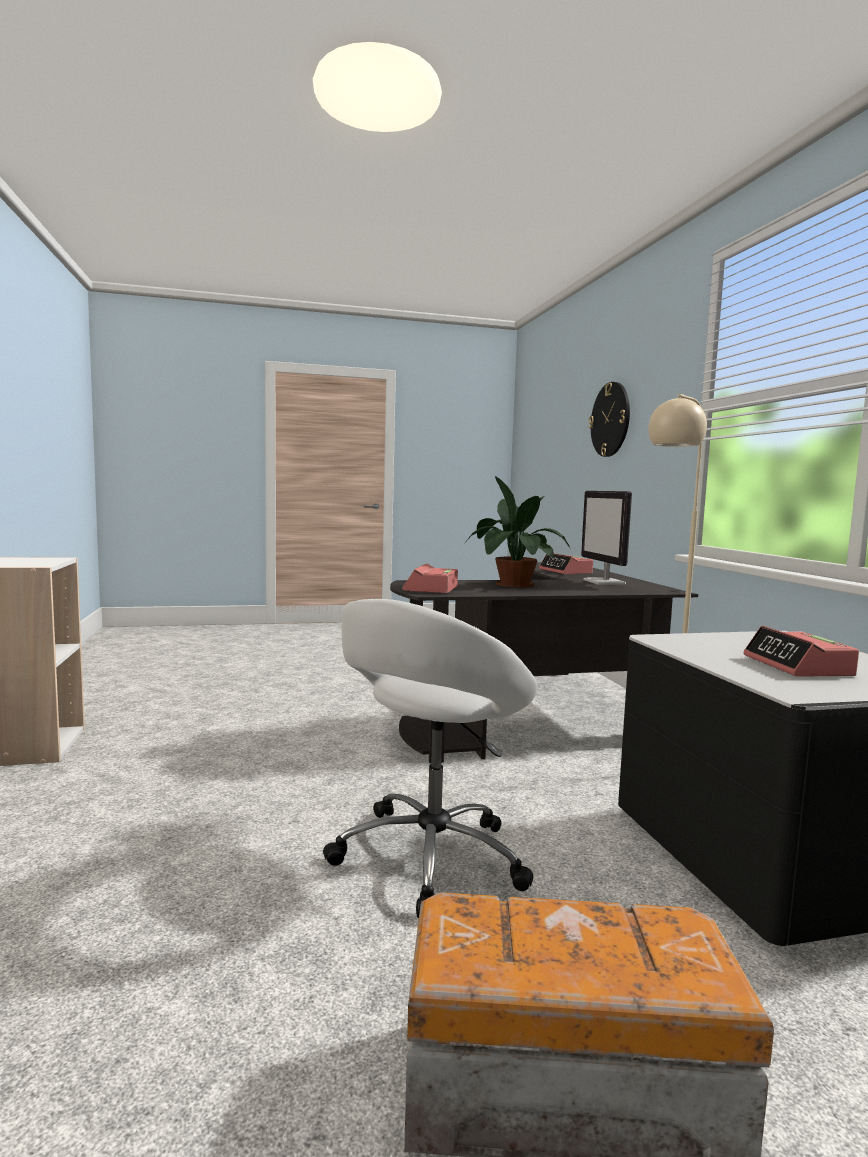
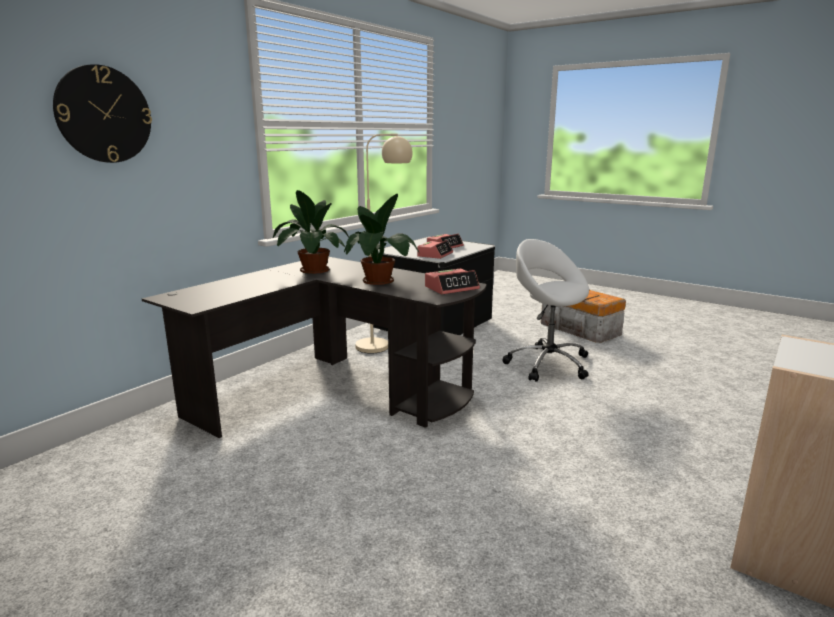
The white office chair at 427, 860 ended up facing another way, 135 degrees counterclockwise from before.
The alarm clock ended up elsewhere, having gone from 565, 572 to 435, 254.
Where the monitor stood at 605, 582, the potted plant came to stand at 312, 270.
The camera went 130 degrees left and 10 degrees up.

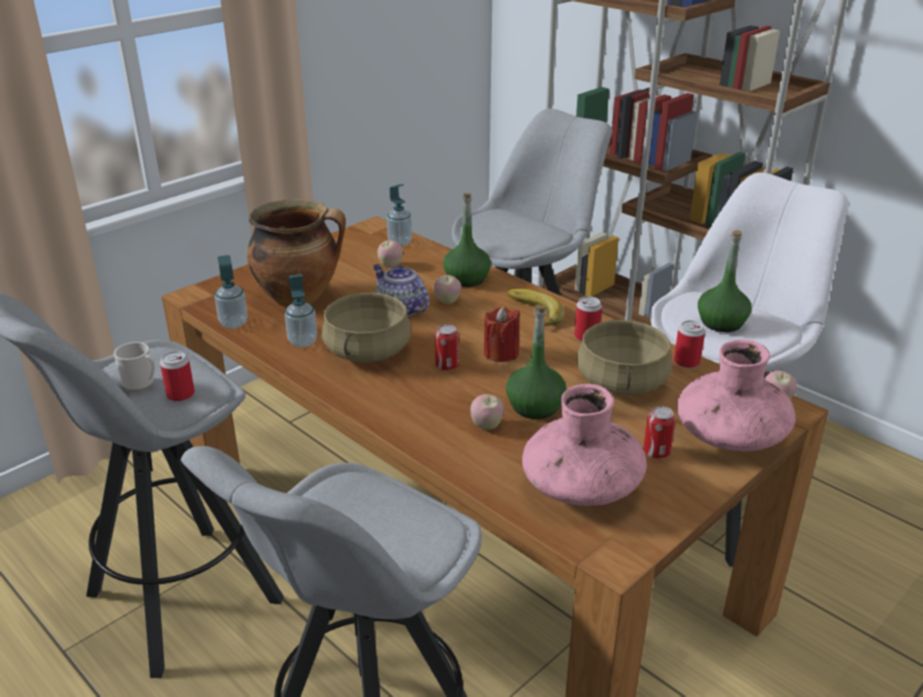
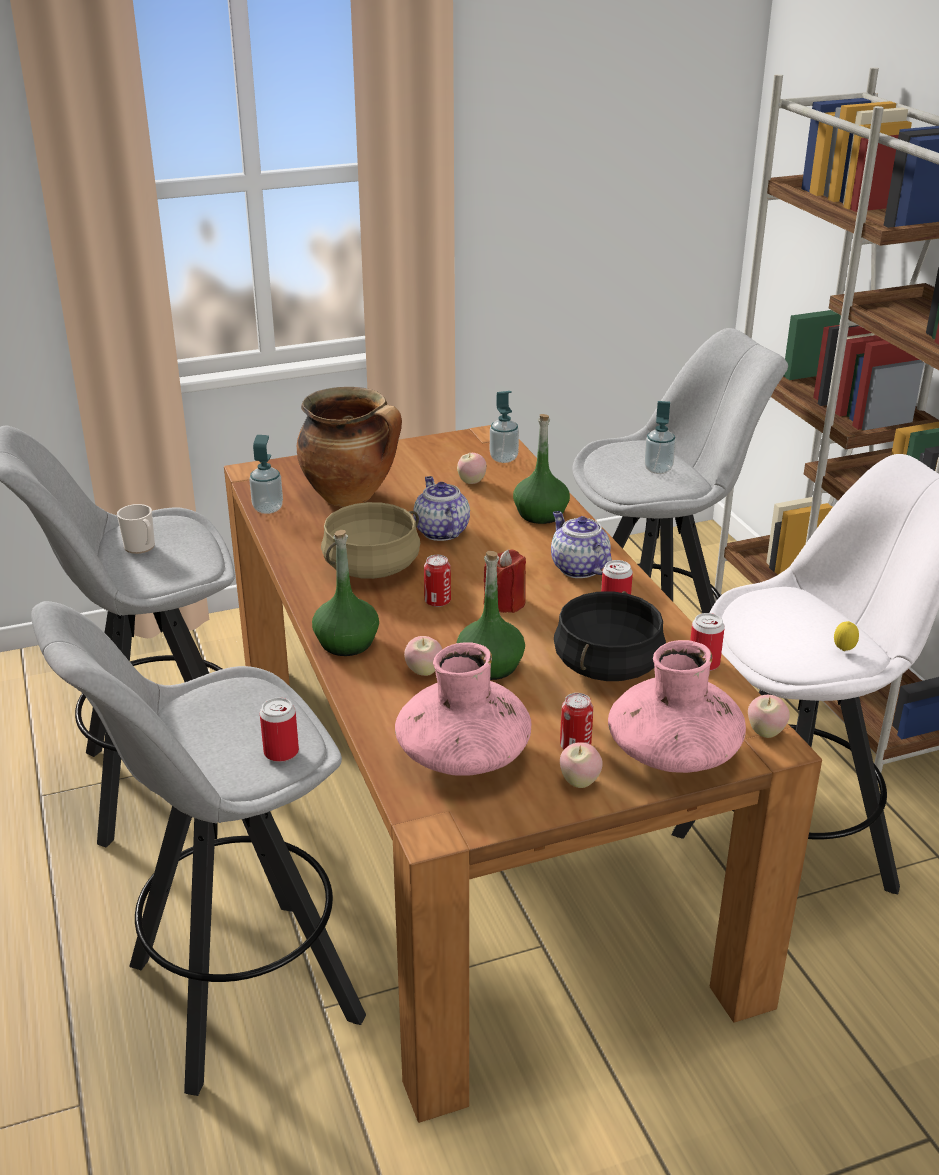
The can ended up elsewhere, having gone from 181, 395 to 281, 752.
The soap dispenser ended up elsewhere, having gone from 303, 341 to 658, 469.
The apple ended up elsewhere, having gone from 447, 301 to 579, 782.
Where the banana stood at 532, 313, the teapot came to stand at 578, 568.
What was the beige cooking pot at 620, 382 turned into the black cooking pot at 607, 665.
The green bottle ended up elsewhere, having gone from 721, 323 to 346, 643.
The second view gained the lemon at 843, 650.
The camera went 25 degrees right and 0 degrees up.

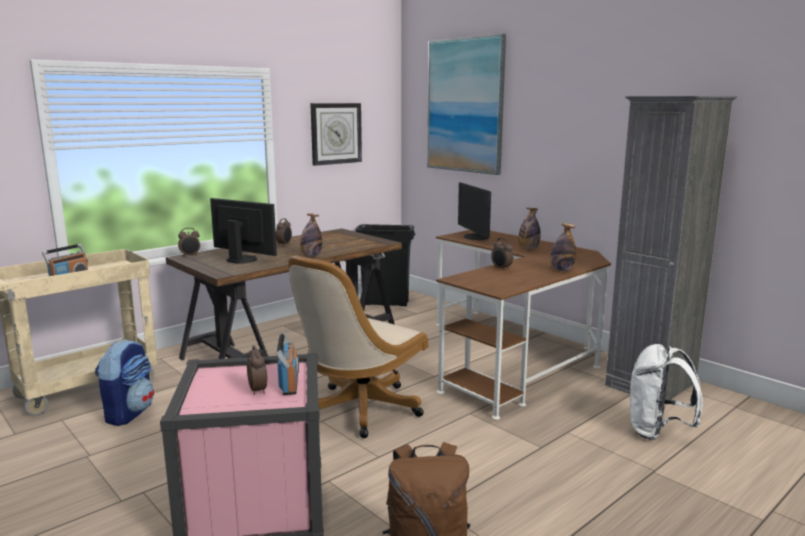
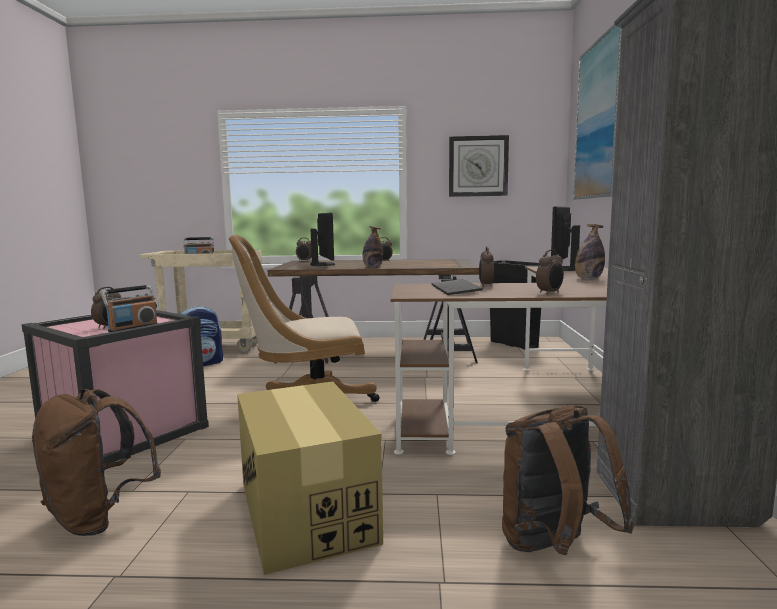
Where the bottle stood at 561, 270, the alarm clock came to stand at 550, 293.
What was the white backpack at 657, 432 turned into the brown backpack at 554, 548.
The second view gained the cardboard box at 306, 511.
The second view gained the keyboard at 457, 289.
The camera went 45 degrees right and 5 degrees down.

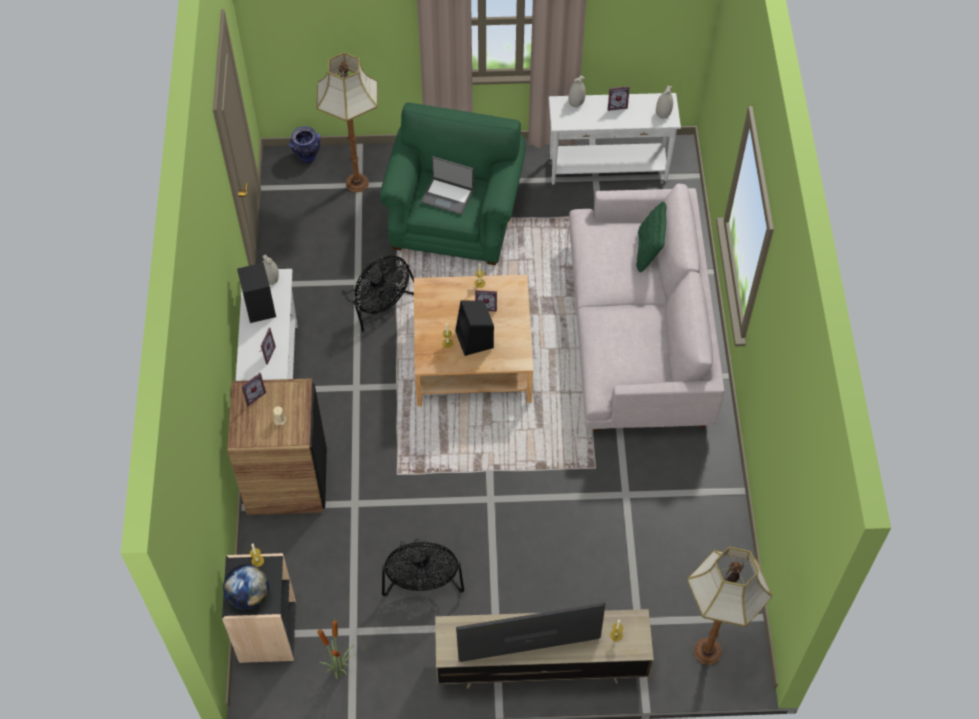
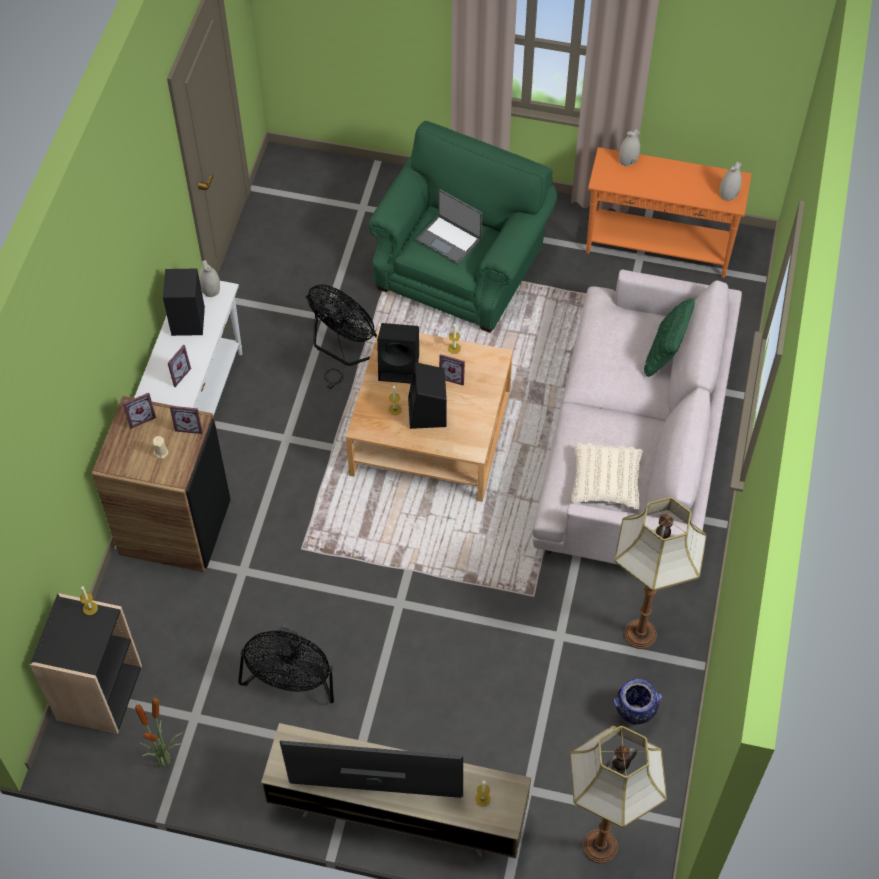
The second view lost the globe at 249, 596.
The vase ended up elsewhere, having gone from 307, 158 to 633, 715.
The floor lamp ended up elsewhere, having gone from 358, 183 to 641, 634.
The black fan at 378, 305 ended up facing another way, 120 degrees counterclockwise from before.
What was the white console table at 609, 168 turned into the orange console table at 659, 249.
The picture frame ended up elsewhere, having gone from 616, 105 to 190, 426.
The second view gained the black speaker at 400, 367.
The second view gained the beige pillow at 606, 481.
The camera went 15 degrees right and 0 degrees up.

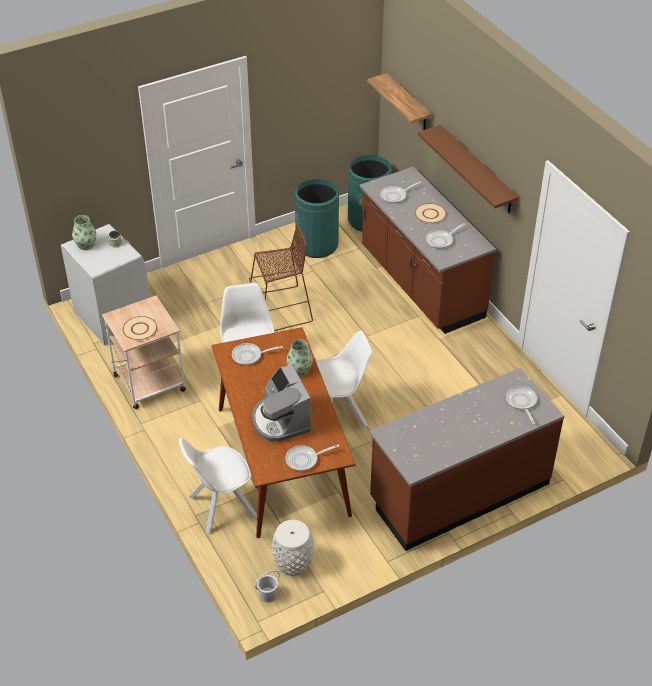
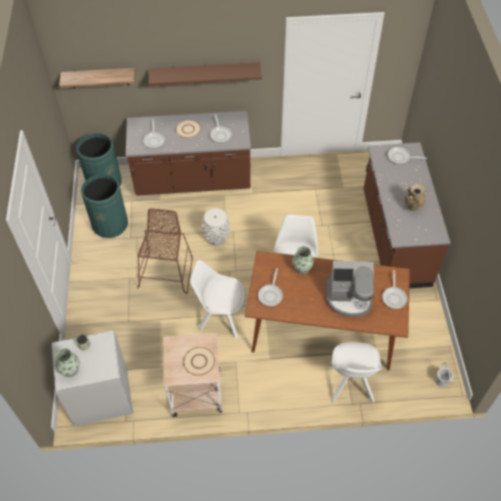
The white stool ended up elsewhere, having gone from 293, 563 to 216, 237.
The second view gained the beige vase at 412, 207.
The camera went 65 degrees left and 10 degrees up.

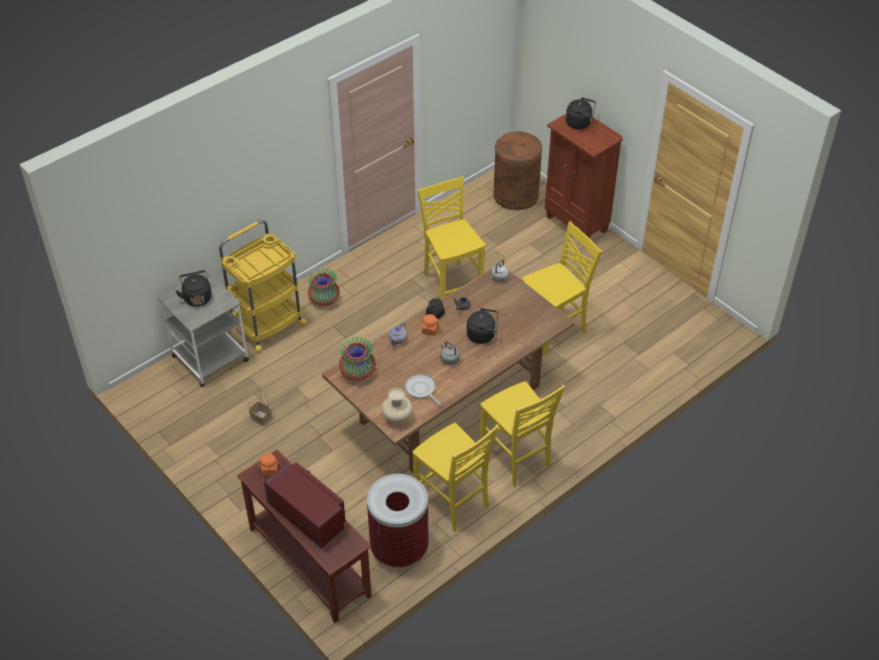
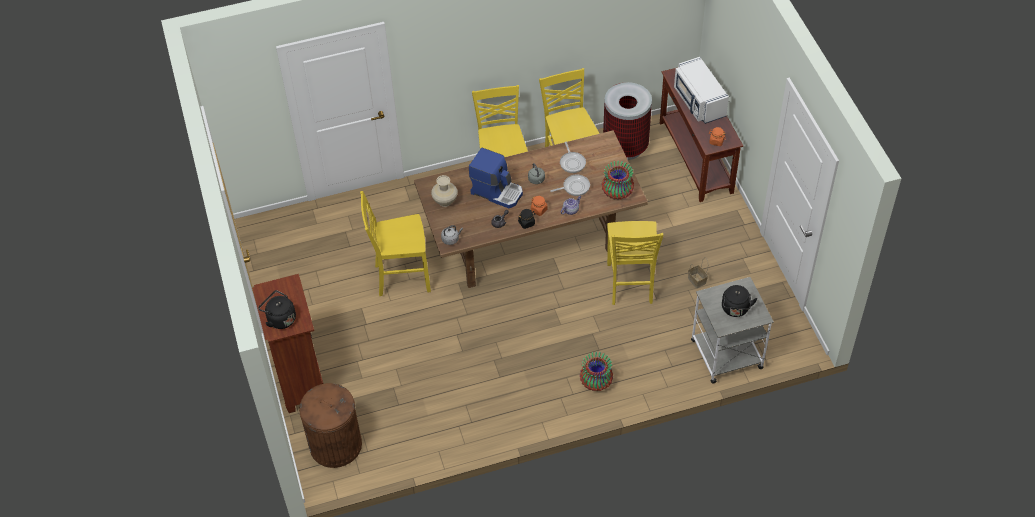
The second view lost the yellow cart at 267, 325.
What was the red microwave at 308, 515 turned into the white microwave at 698, 102.
The beige vase ended up elsewhere, having gone from 397, 418 to 445, 201.
The yellow chair ended up elsewhere, having gone from 451, 283 to 630, 284.
Where the black kettle stood at 482, 335, the coffee machine came to stand at 497, 191.
The second view gained the frying pan at 574, 187.
The camera went 155 degrees left and 5 degrees up.

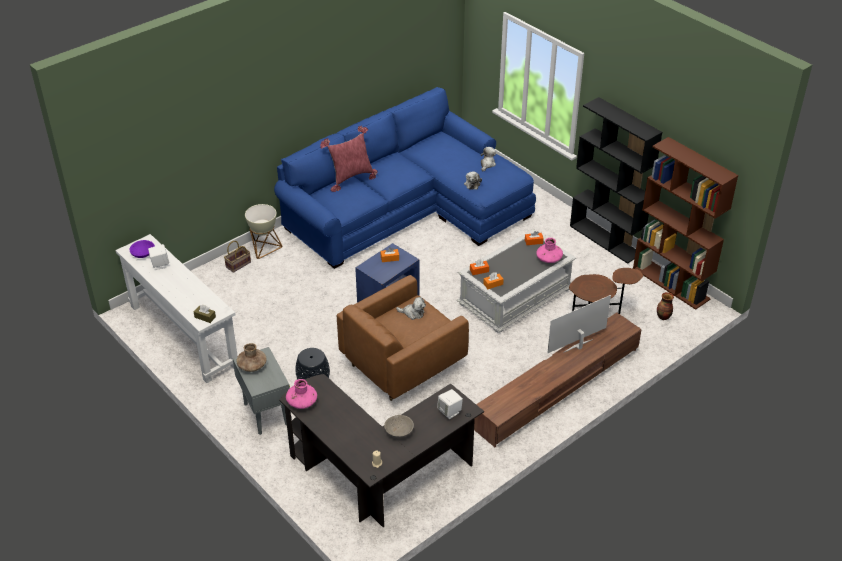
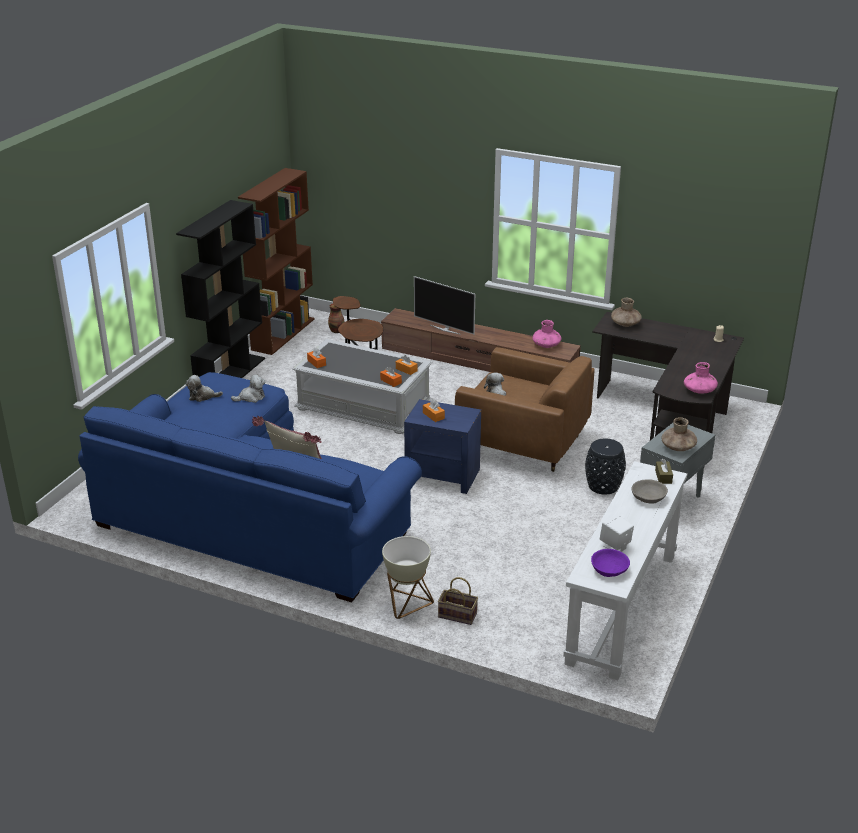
The grey bowl ended up elsewhere, having gone from 399, 431 to 648, 498.
Where the white speaker stood at 450, 412, the brown vase came to stand at 625, 324.
The pink vase ended up elsewhere, having gone from 548, 259 to 546, 345.
The camera went 115 degrees left and 10 degrees down.

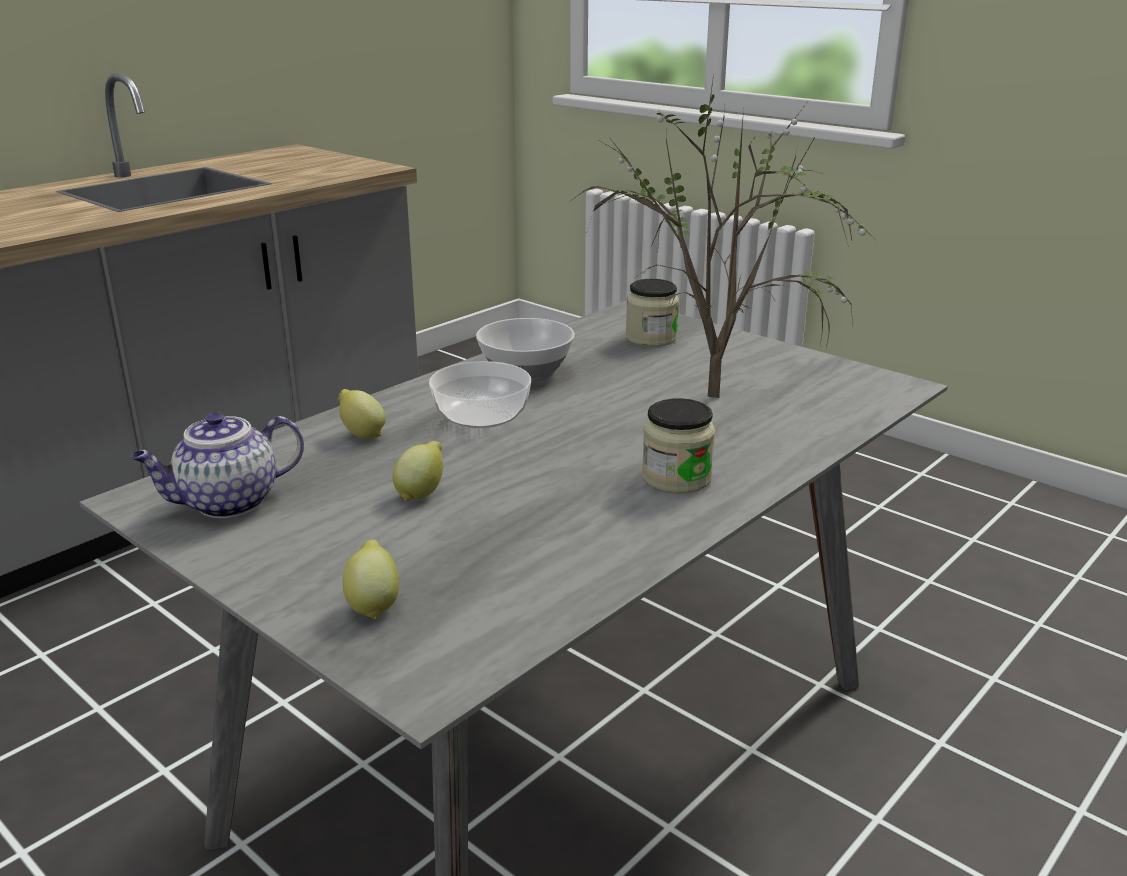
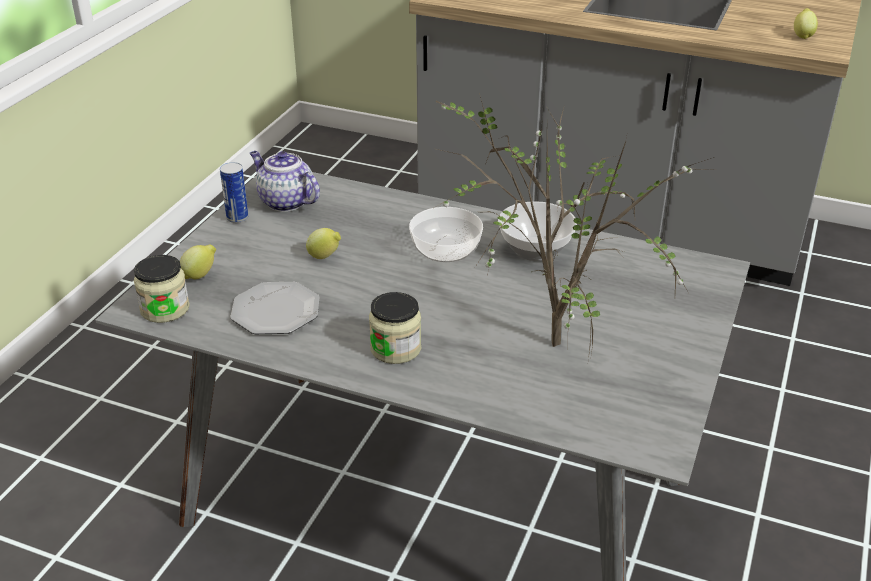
The lemon ended up elsewhere, having gone from 362, 434 to 802, 36.
The jar ended up elsewhere, having gone from 651, 338 to 165, 309.
The second view gained the can at 237, 218.
The second view gained the plate at 275, 311.
The camera went 70 degrees right and 10 degrees up.

